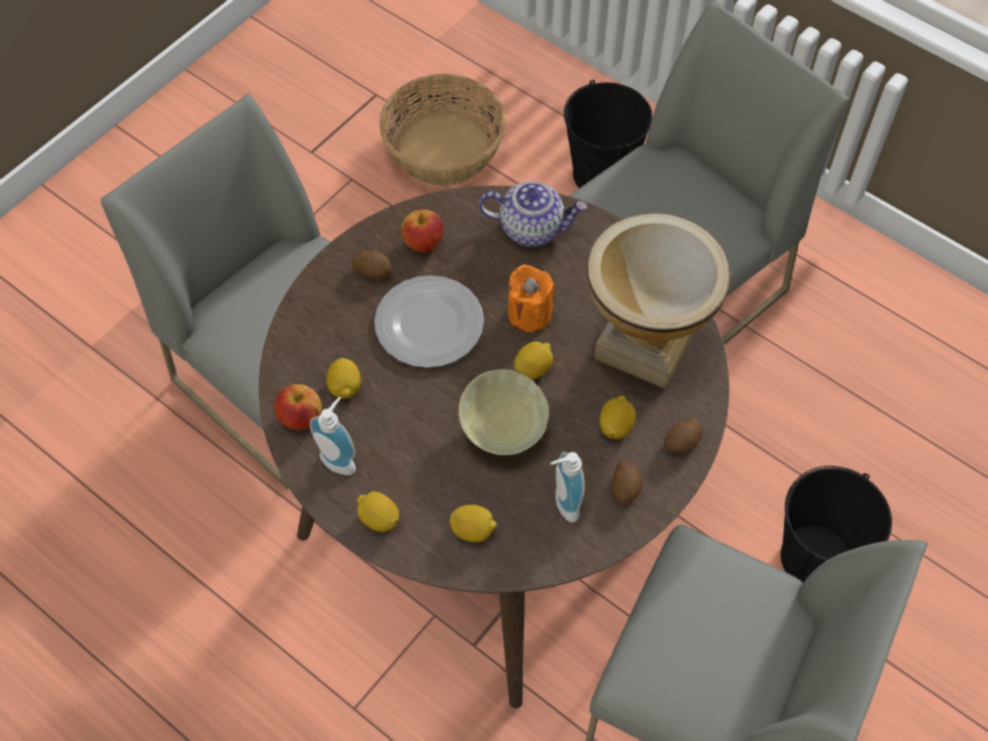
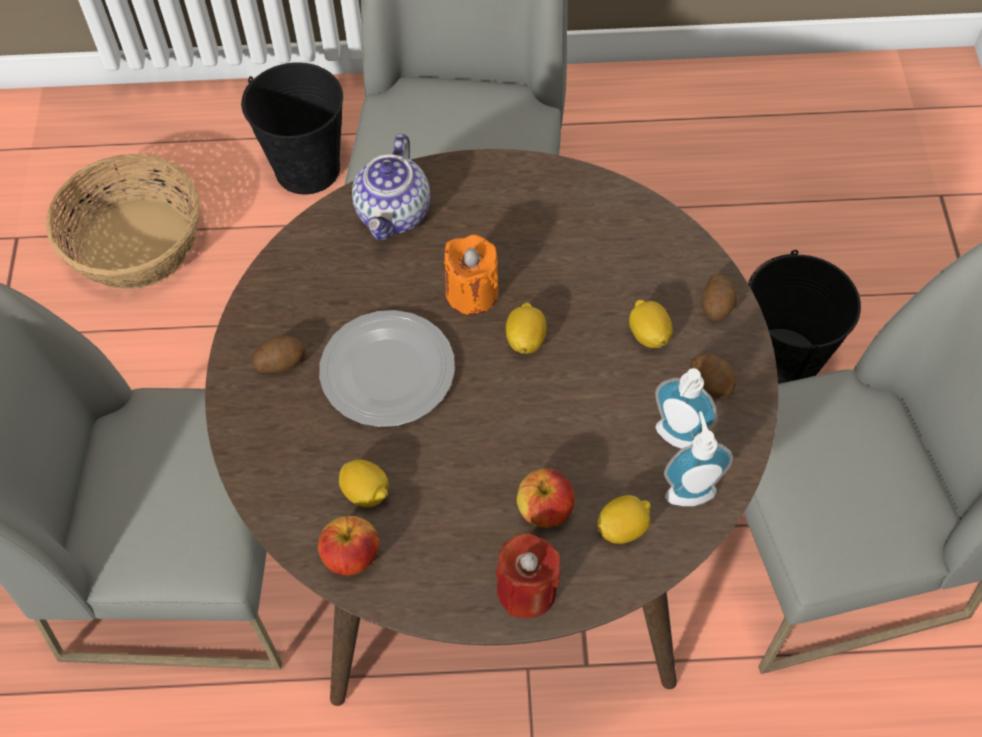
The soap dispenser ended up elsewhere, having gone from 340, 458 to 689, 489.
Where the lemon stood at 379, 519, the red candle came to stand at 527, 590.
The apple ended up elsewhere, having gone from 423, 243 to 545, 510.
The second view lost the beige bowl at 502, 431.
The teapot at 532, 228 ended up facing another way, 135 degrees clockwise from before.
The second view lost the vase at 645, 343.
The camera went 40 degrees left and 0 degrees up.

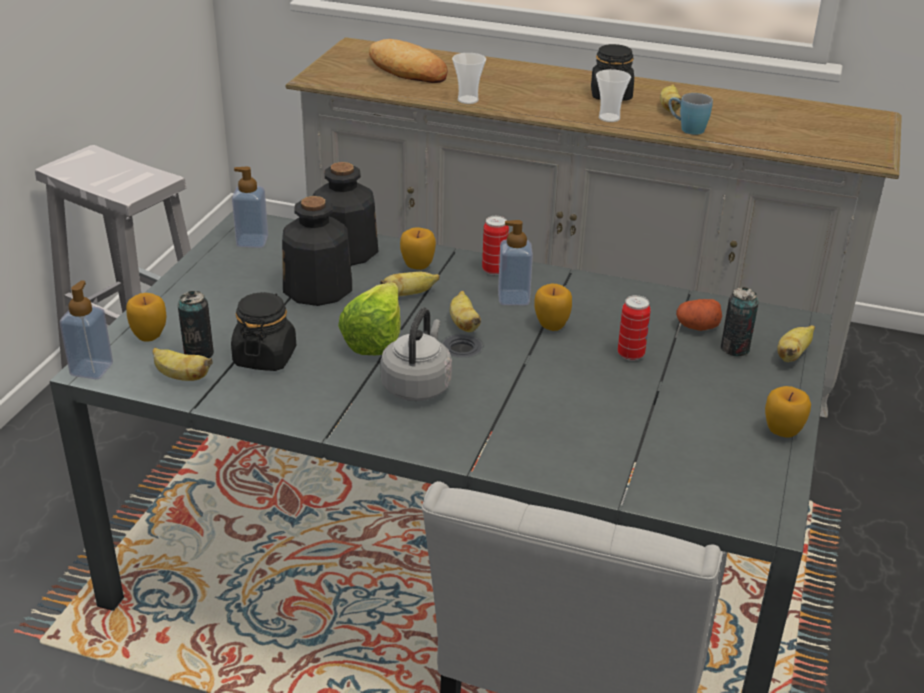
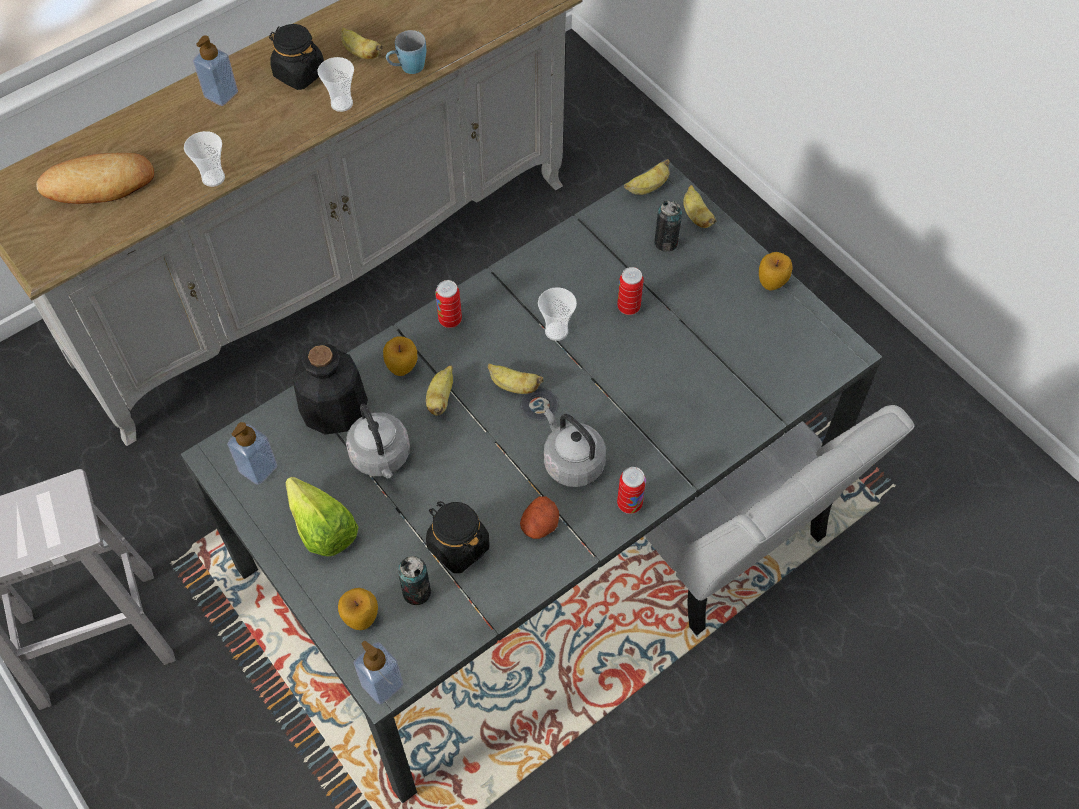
The banana ended up elsewhere, having gone from 181, 377 to 647, 188.
Where the bottle stood at 318, 289, the grey kettle came to stand at 381, 458.
The lettuce ended up elsewhere, having gone from 380, 336 to 320, 523.
The soap dispenser ended up elsewhere, having gone from 513, 298 to 221, 94.
Where the apple stood at 551, 325, the cup came to stand at 556, 331.
The potato ended up elsewhere, having gone from 697, 327 to 540, 525.
The second view gained the can at 629, 504.
The camera went 55 degrees left and 25 degrees up.

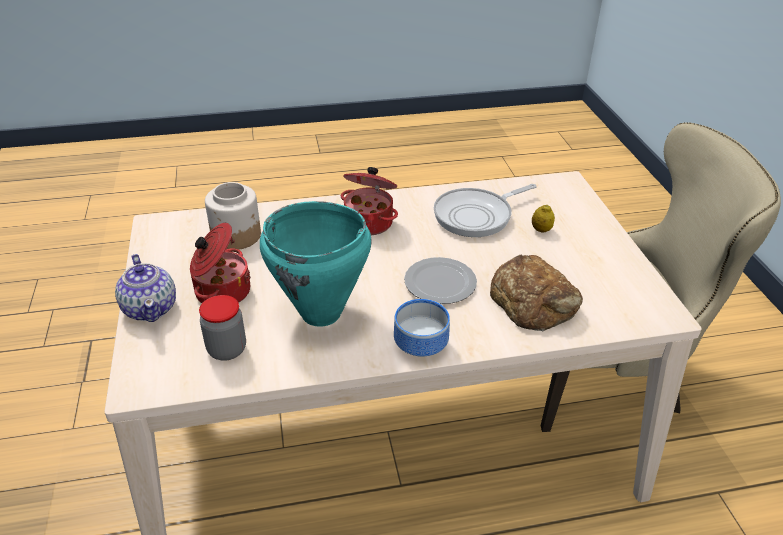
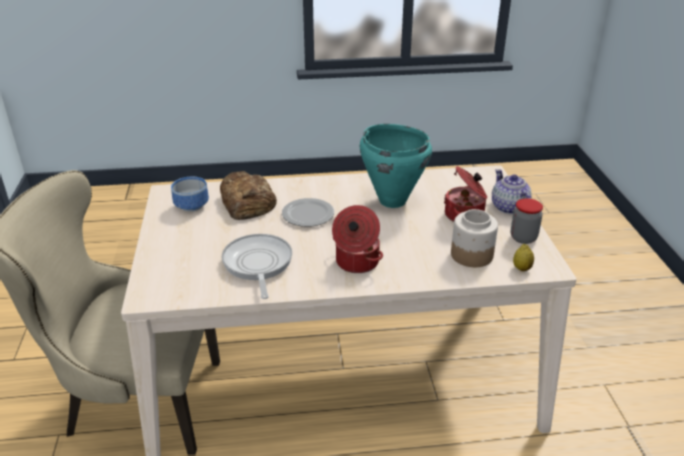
The jar ended up elsewhere, having gone from 227, 350 to 523, 238.
The bowl ended up elsewhere, having gone from 423, 345 to 190, 206.
The frying pan at 476, 216 ended up facing another way, 75 degrees counterclockwise from before.
The lemon ended up elsewhere, having gone from 541, 230 to 521, 268.
The camera went 175 degrees left and 5 degrees down.

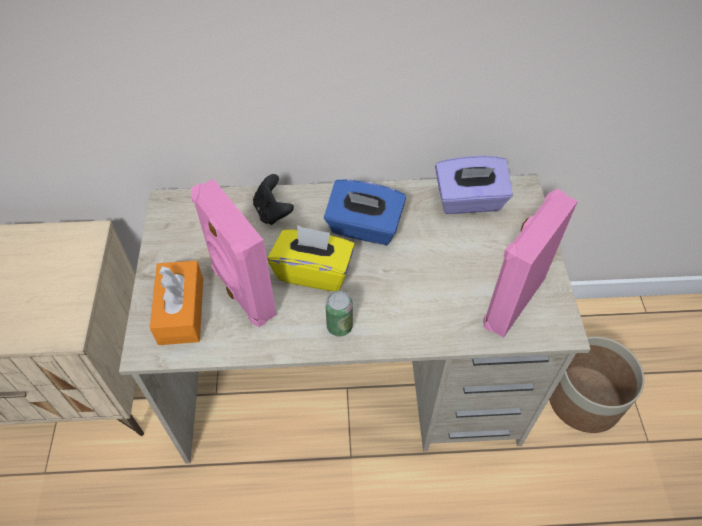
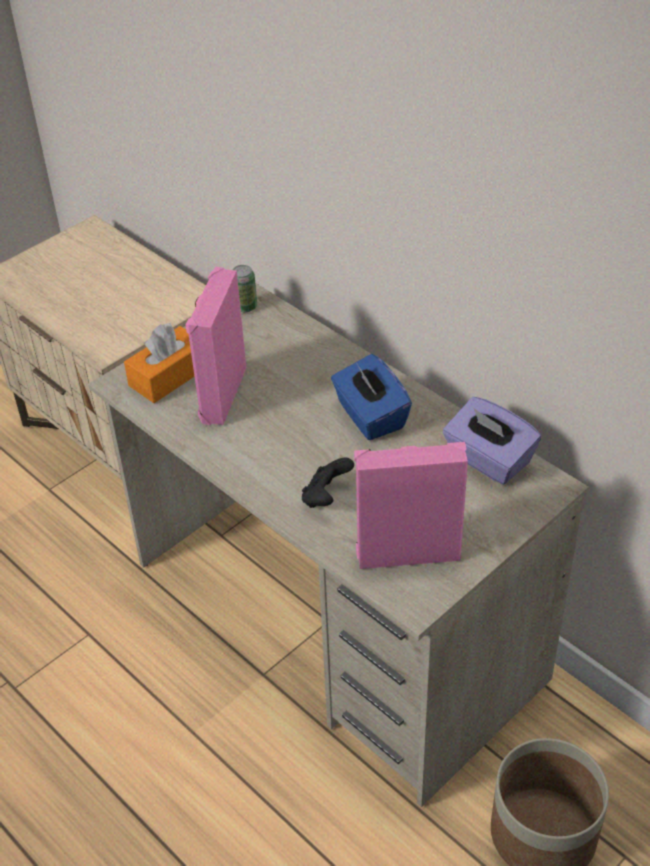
The black game controller ended up elsewhere, having gone from 272, 212 to 326, 497.
The second view lost the yellow tissue box at 313, 271.
The can ended up elsewhere, having gone from 339, 326 to 245, 307.
The camera went 50 degrees right and 10 degrees down.

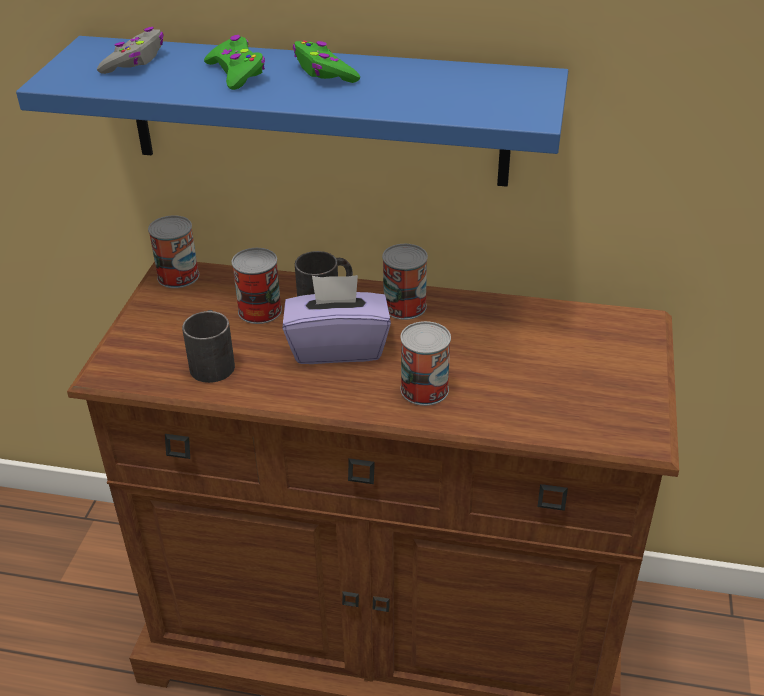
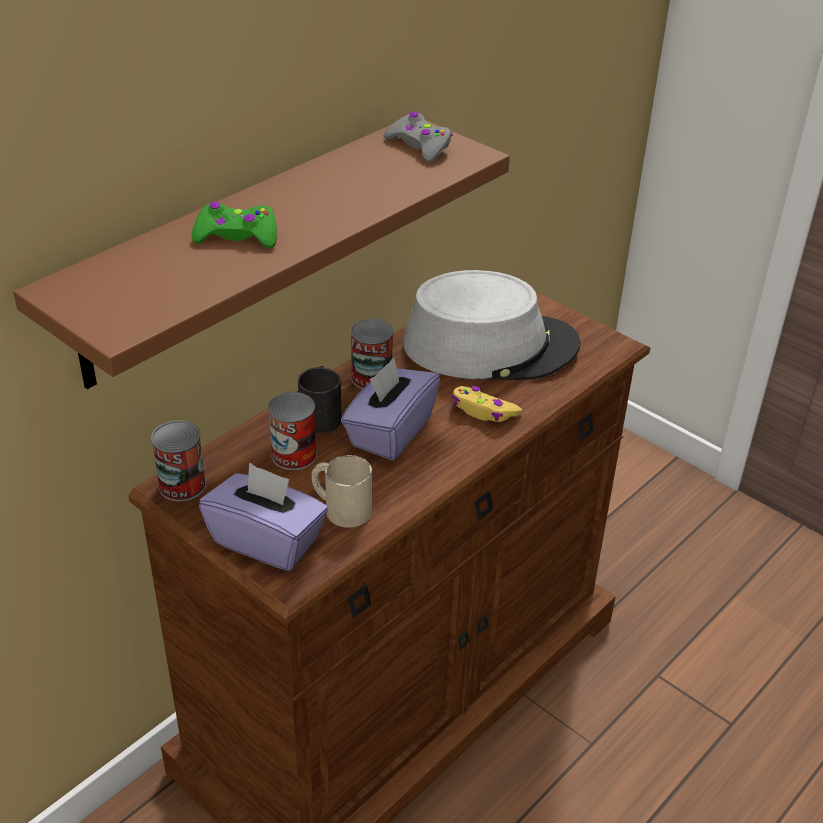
What was the blue shelf at 317, 112 turned into the brown shelf at 243, 249.
The grey game controller ended up elsewhere, having gone from 135, 61 to 419, 146.
What was the black mug at 213, 361 turned into the beige mug at 340, 507.
The second view lost the green game controller at 324, 72.
Where the can stood at 424, 389, the yellow game controller came to stand at 483, 411.
The second view gained the purple tissue box at 267, 540.
The second view gained the grey hat at 490, 345.
The camera went 60 degrees left and 0 degrees up.

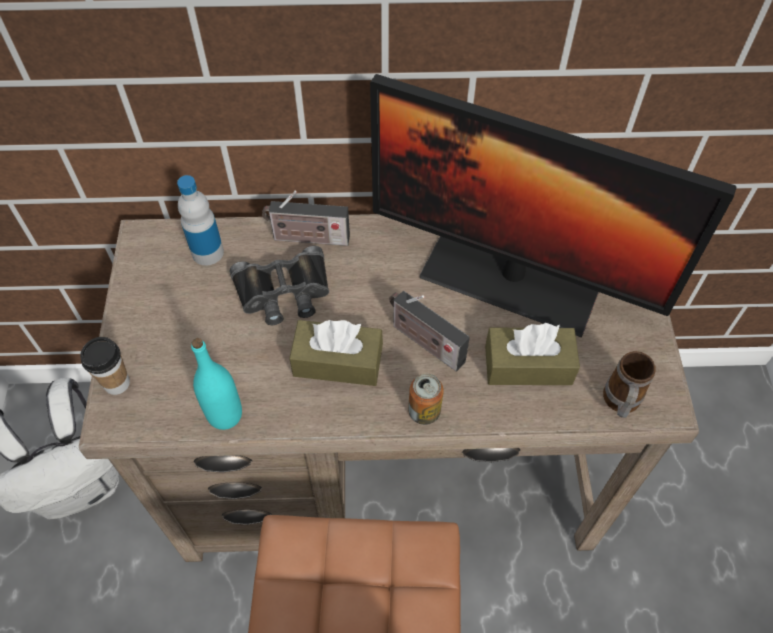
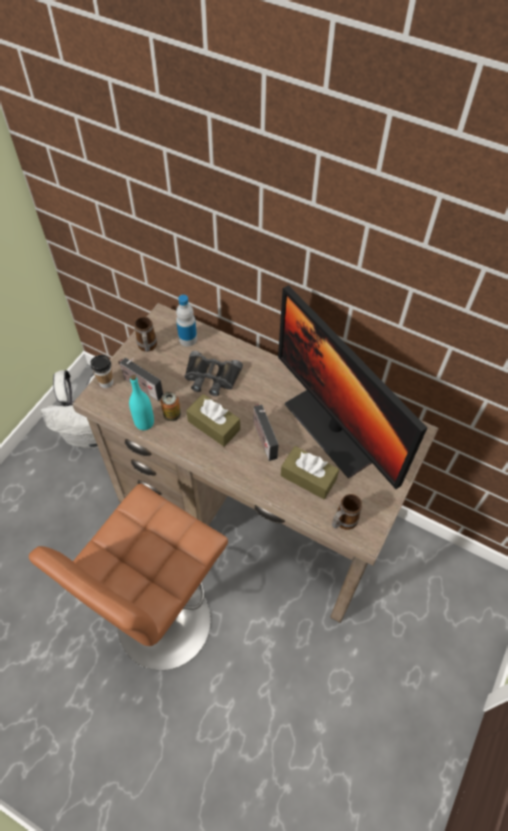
The radio ended up elsewhere, having gone from 307, 238 to 141, 386.
The can ended up elsewhere, having gone from 424, 411 to 172, 415.
The second view gained the mug at 147, 347.
The camera went 30 degrees right and 0 degrees up.

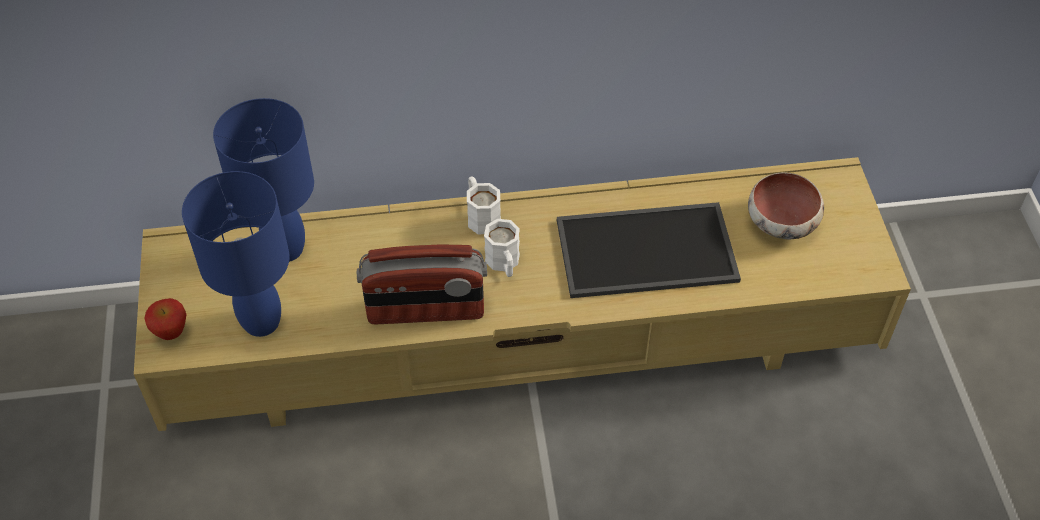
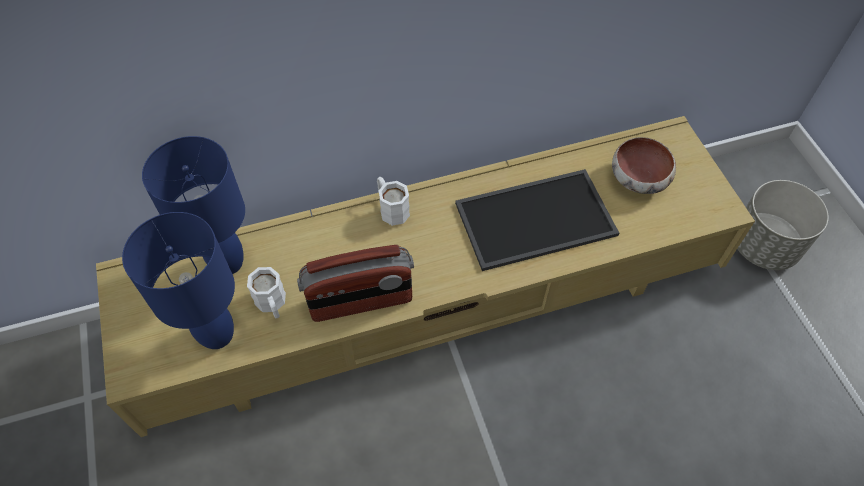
The second view lost the apple at 171, 333.
The white mug ended up elsewhere, having gone from 504, 263 to 272, 304.
The second view gained the grey planter at 763, 246.
The camera went 10 degrees left and 5 degrees up.

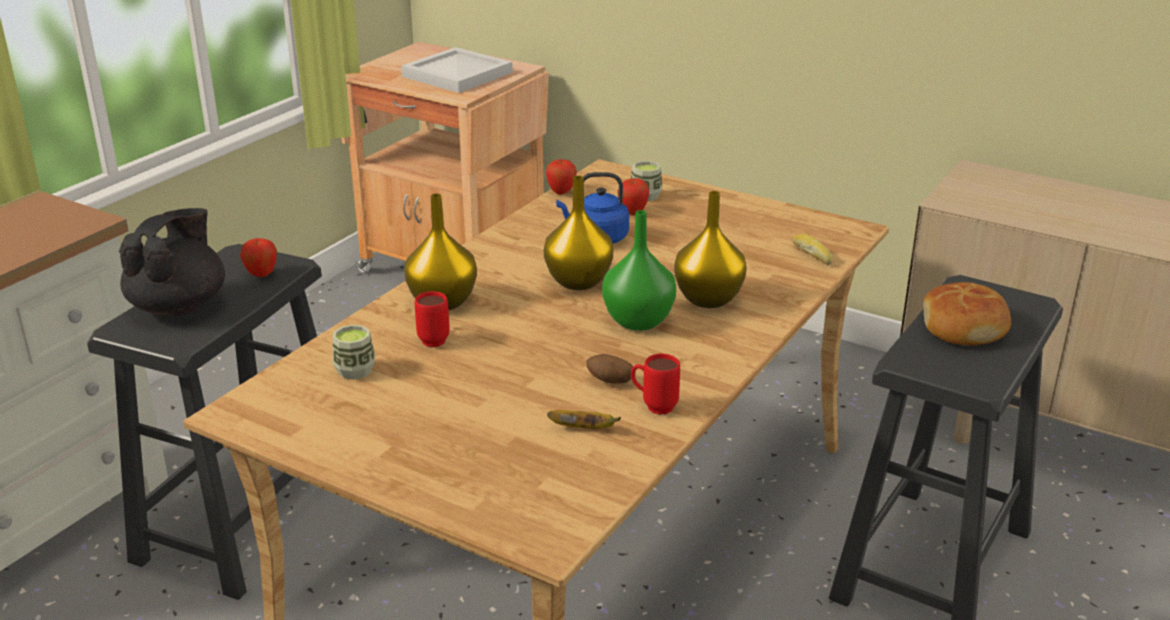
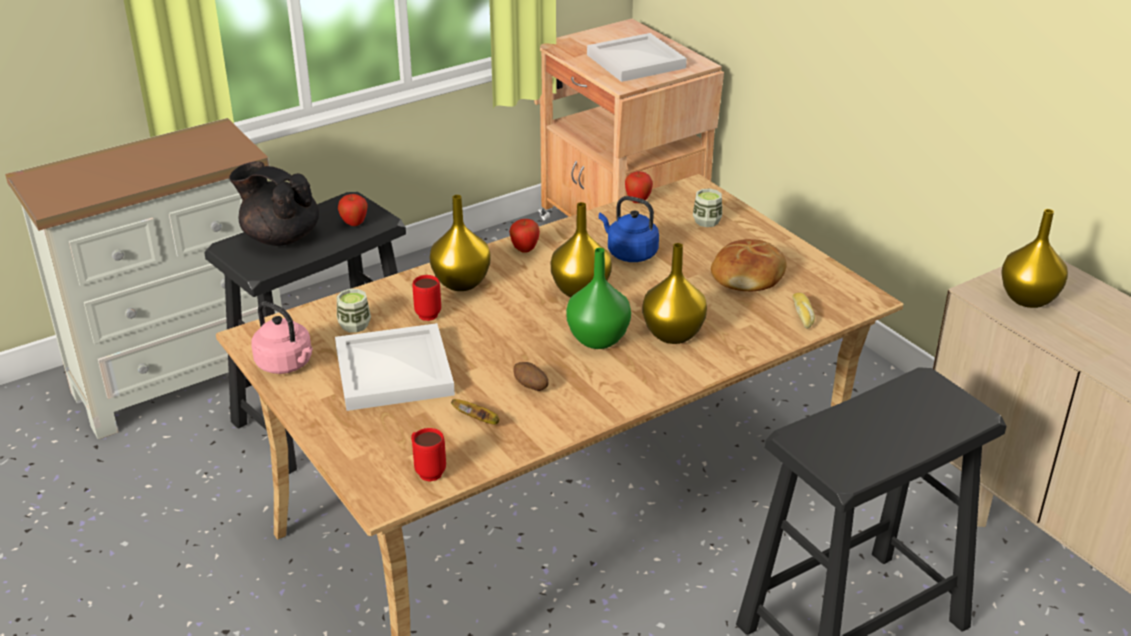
The black teapot at 179, 306 ended up facing another way, 105 degrees counterclockwise from before.
The apple ended up elsewhere, having gone from 633, 212 to 524, 250.
The red mug ended up elsewhere, having gone from 653, 406 to 427, 471.
The bread ended up elsewhere, having gone from 964, 327 to 748, 276.
The second view gained the pink kettle at 286, 364.
The second view gained the white tray at 392, 372.
The second view gained the yellow vase at 1029, 298.
The camera went 25 degrees right and 5 degrees up.

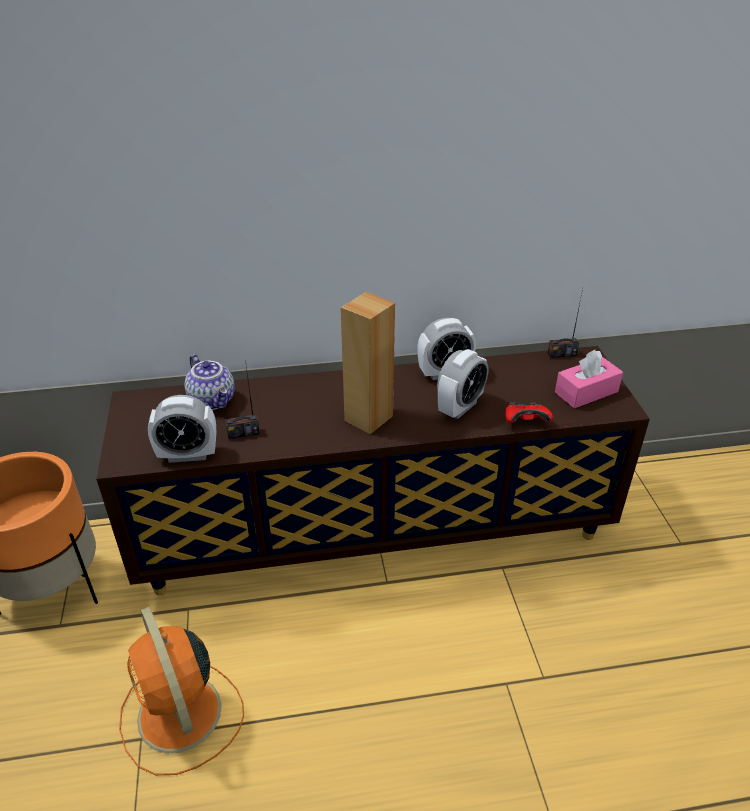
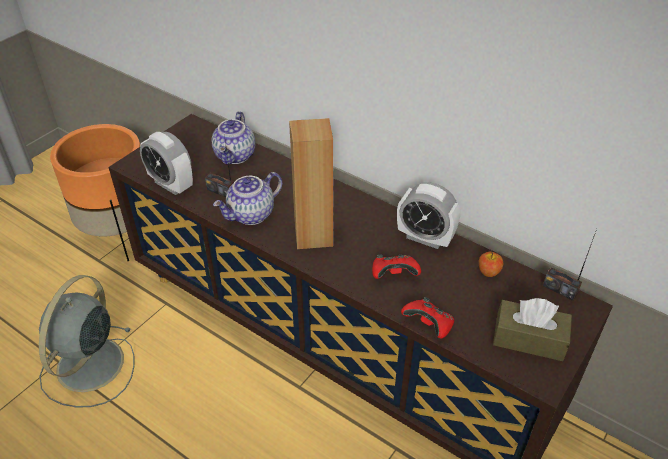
What was the orange fan at 181, 716 turned into the grey fan at 89, 367.
Where the alarm clock stood at 460, 407, the red game controller came to stand at 394, 275.
What was the pink tissue box at 586, 392 turned into the brown tissue box at 529, 339.
The second view gained the teapot at 251, 215.
The second view gained the apple at 488, 272.
The camera went 45 degrees right and 5 degrees up.

